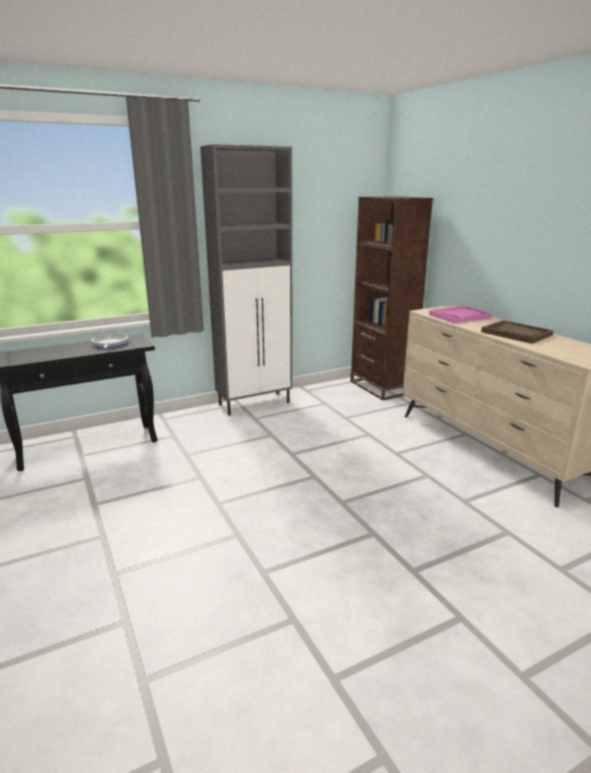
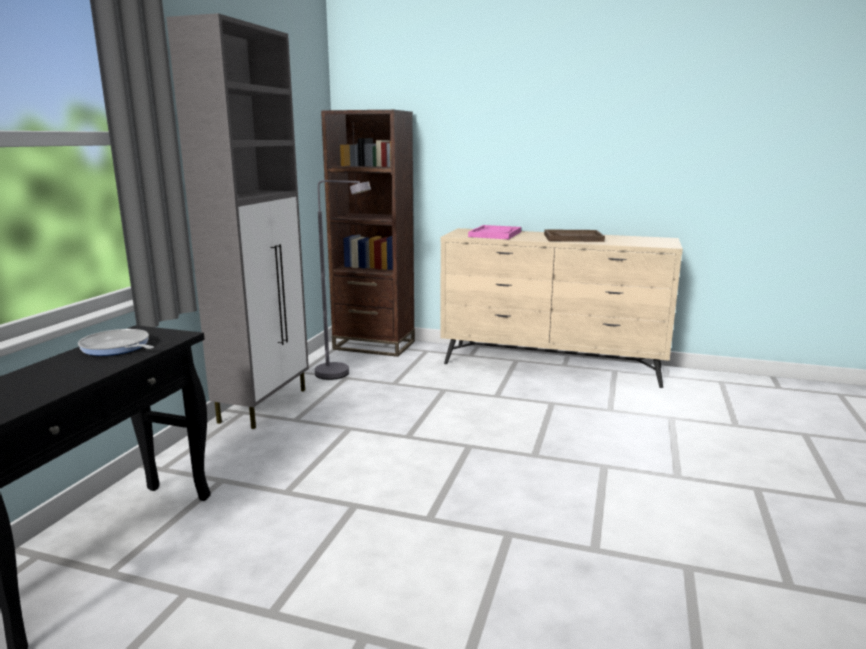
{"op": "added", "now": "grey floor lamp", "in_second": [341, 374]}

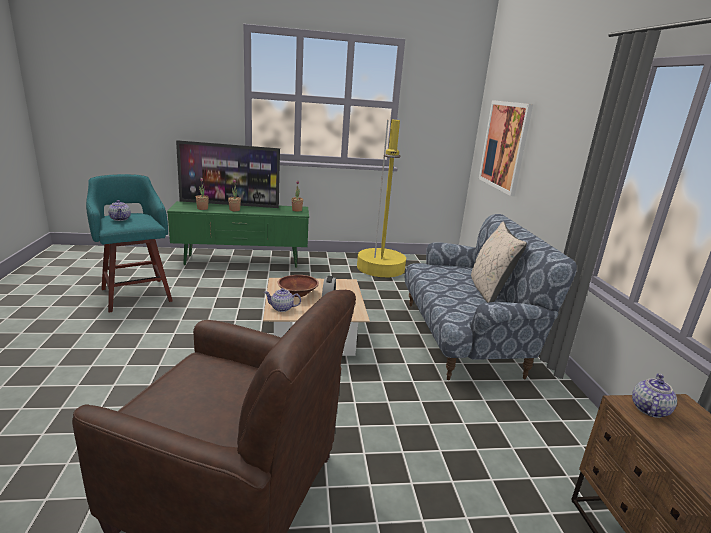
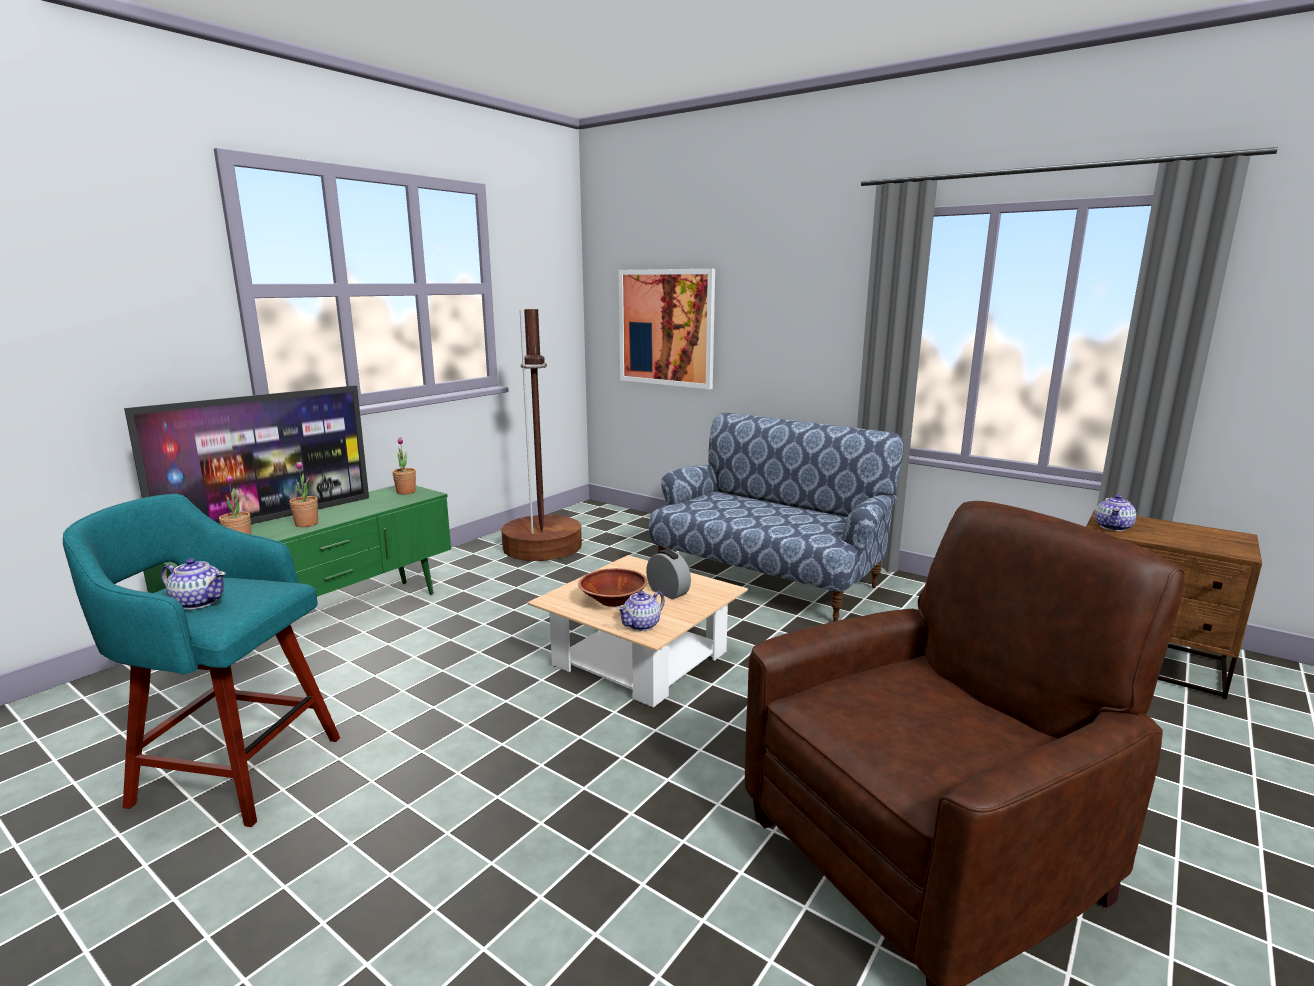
{"op": "recoloured", "was": "yellow floor lamp", "now": "brown floor lamp", "in_first": [381, 268], "in_second": [542, 547]}
{"op": "removed", "was": "beige pillow", "in_first": [488, 290]}
{"op": "turned", "was": "teapot", "in_first": [649, 409], "in_second": [1113, 527], "clockwise": -135}

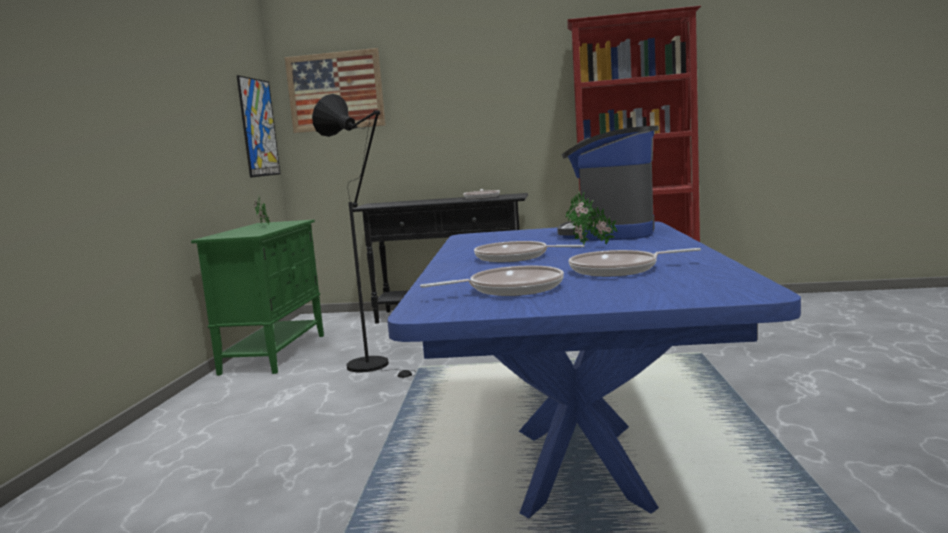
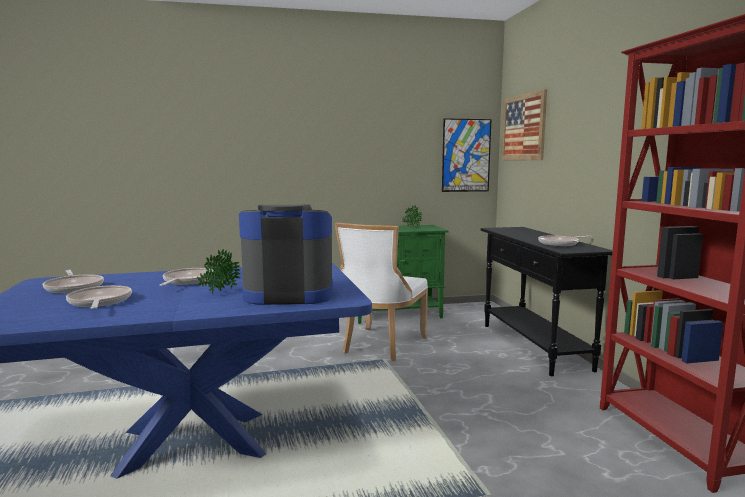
{"op": "replaced", "was": "black floor lamp", "now": "white chair", "in_first": [374, 366], "in_second": [381, 345]}

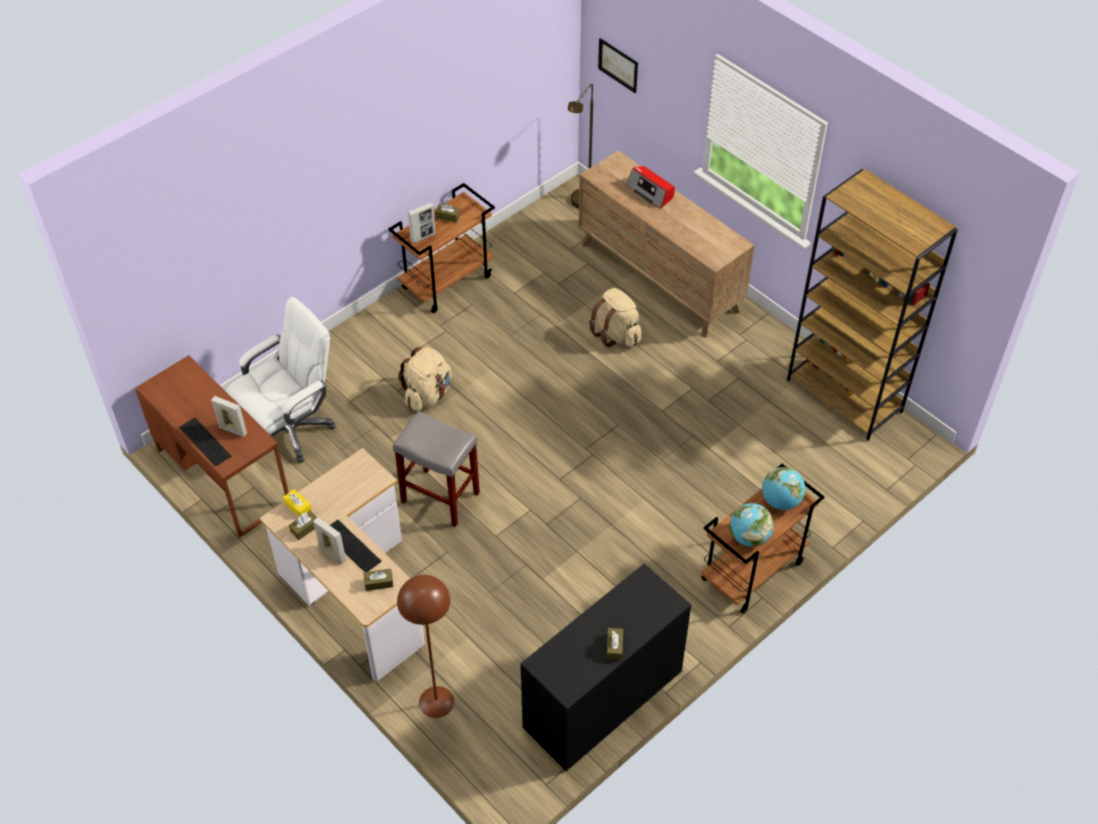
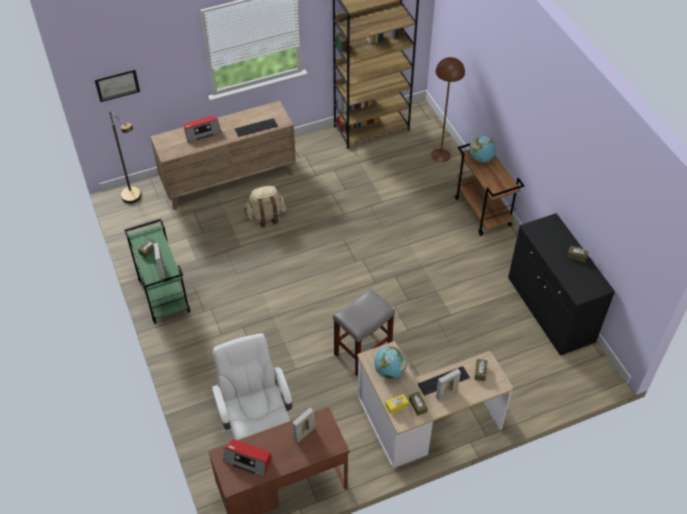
{"op": "recoloured", "was": "brown cart", "now": "green cart", "in_first": [447, 282], "in_second": [163, 295]}
{"op": "removed", "was": "beige backpack", "in_first": [428, 394]}
{"op": "moved", "was": "keyboard", "in_first": [205, 442], "in_second": [256, 127]}
{"op": "moved", "was": "globe", "in_first": [749, 537], "in_second": [389, 371]}
{"op": "moved", "was": "brown floor lamp", "in_first": [436, 702], "in_second": [440, 155]}
{"op": "added", "now": "radio", "in_second": [248, 460]}

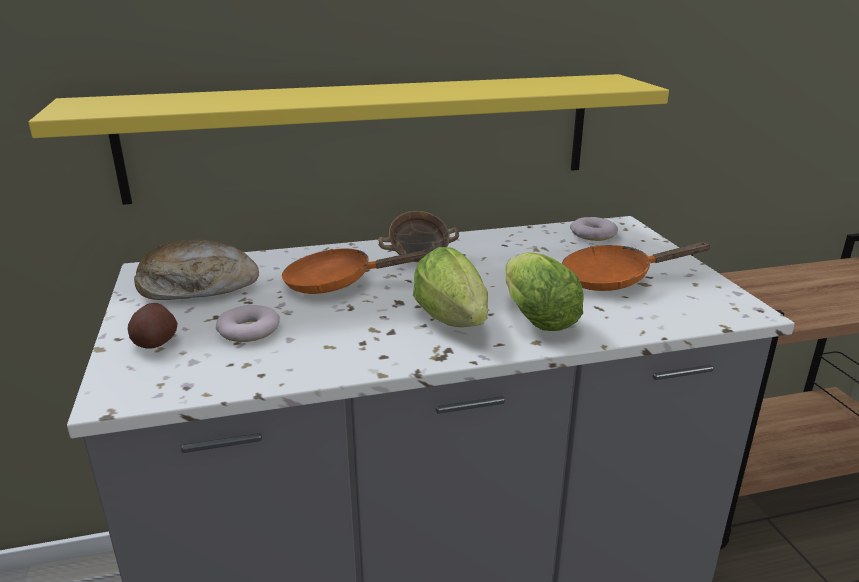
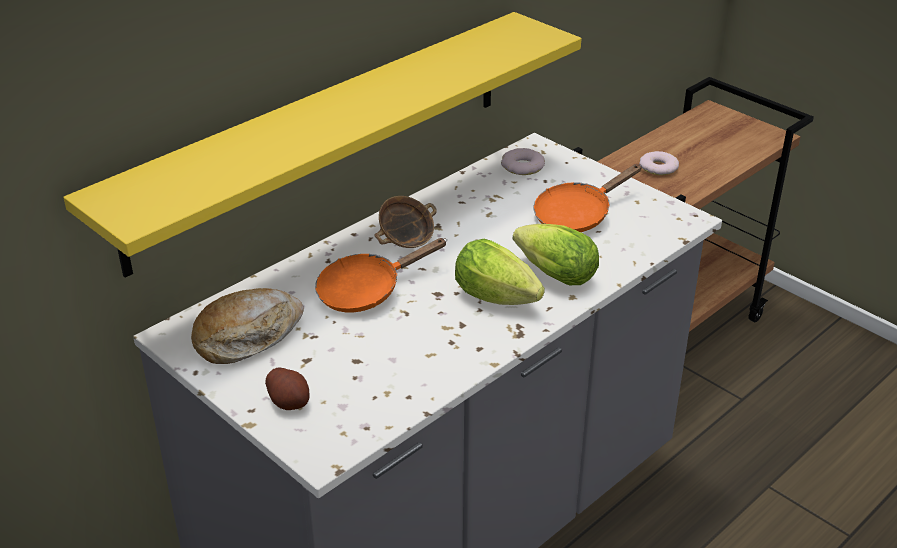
{"op": "moved", "was": "donut", "in_first": [248, 330], "in_second": [658, 167]}

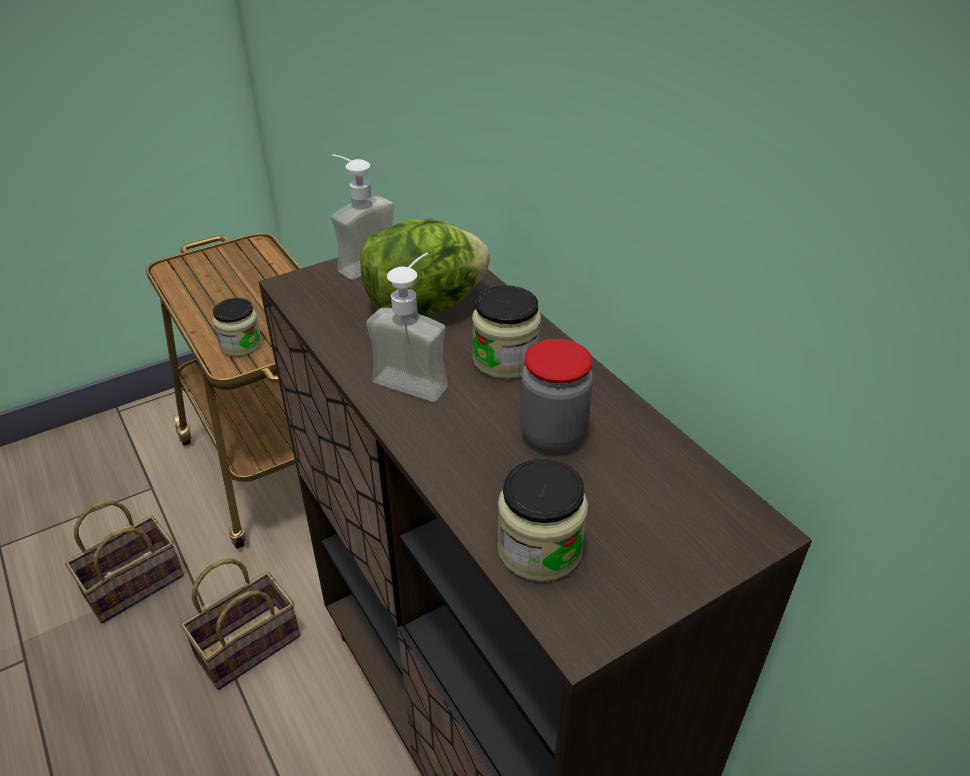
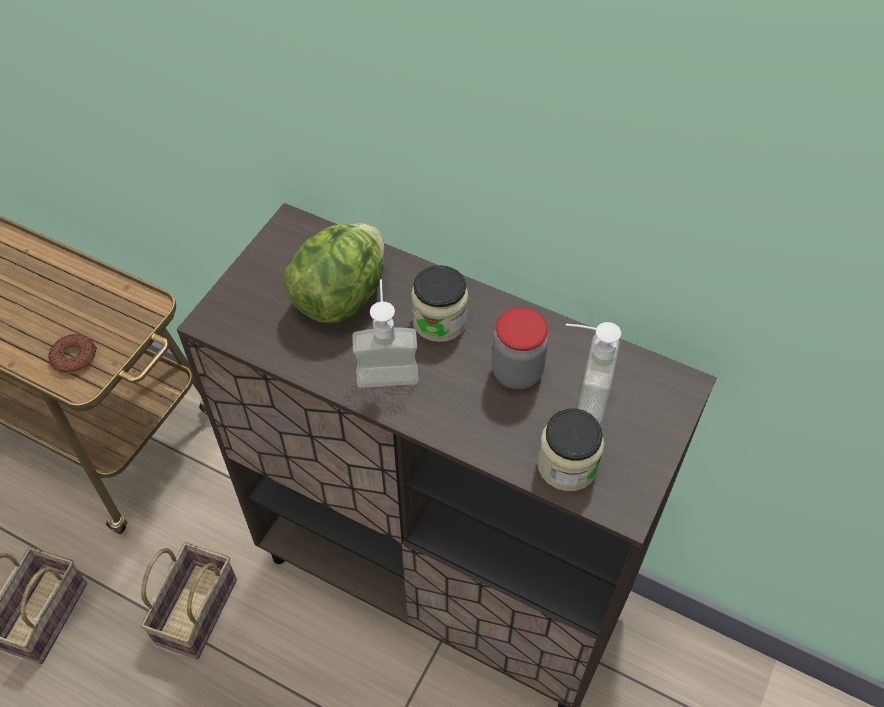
{"op": "moved", "was": "soap dispenser", "in_first": [360, 260], "in_second": [580, 394]}
{"op": "replaced", "was": "jar", "now": "donut", "in_first": [241, 344], "in_second": [74, 357]}

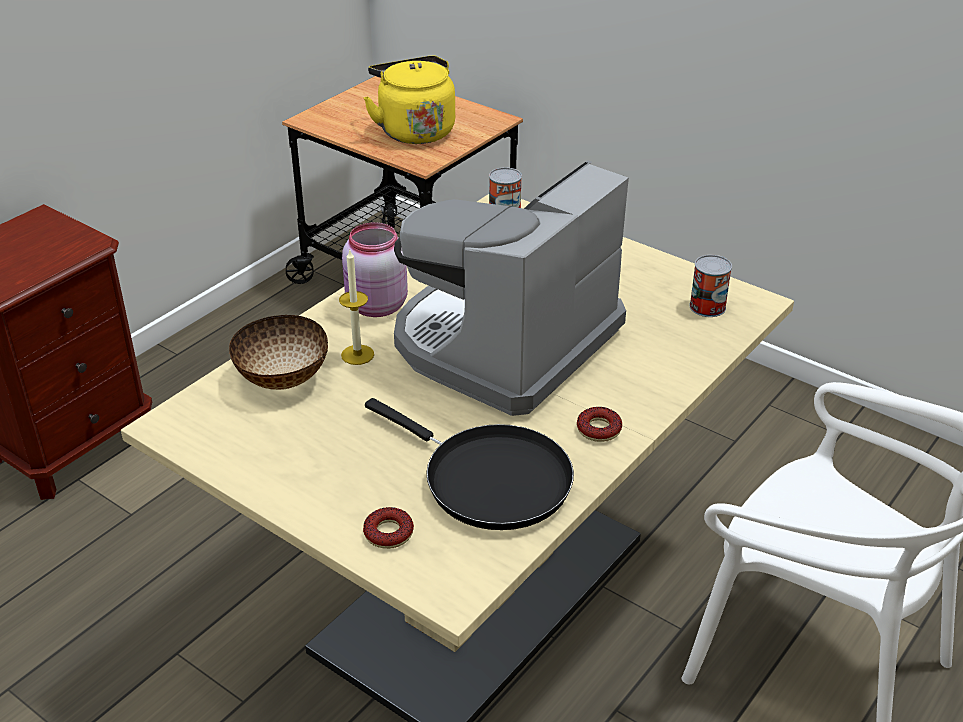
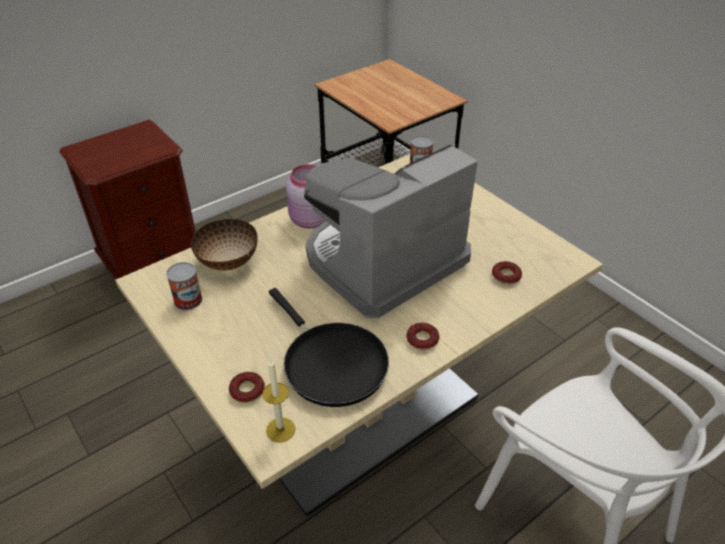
{"op": "removed", "was": "yellow kettle", "in_first": [414, 130]}
{"op": "moved", "was": "candle", "in_first": [357, 355], "in_second": [280, 430]}
{"op": "moved", "was": "can", "in_first": [707, 307], "in_second": [188, 300]}
{"op": "added", "now": "donut", "in_second": [506, 276]}

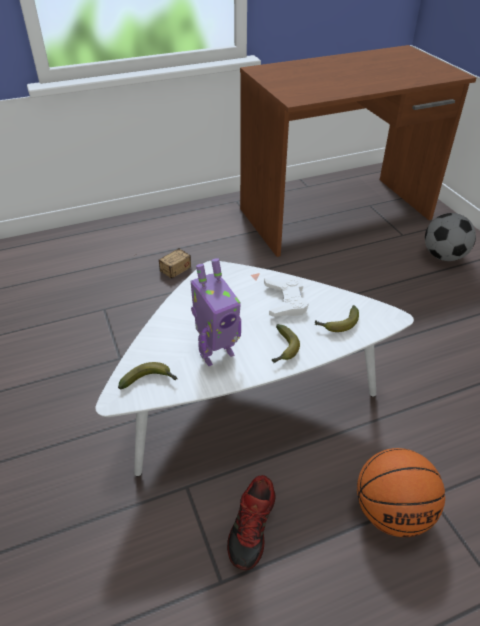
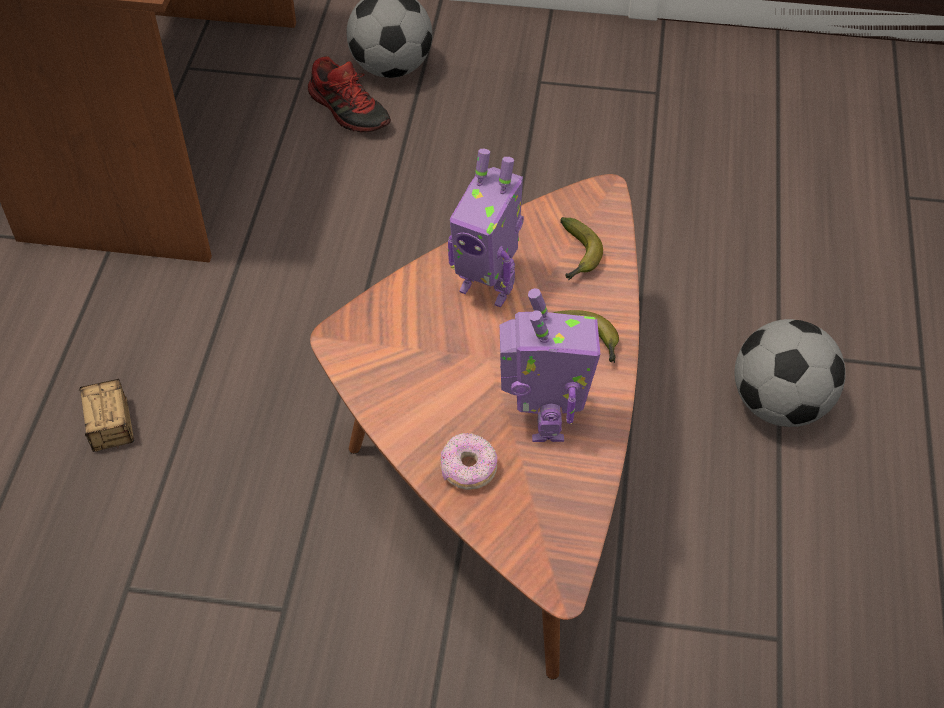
{"op": "recoloured", "was": "white coffee table", "now": "brown coffee table", "in_first": [246, 399], "in_second": [503, 467]}
{"op": "replaced", "was": "white game controller", "now": "toy robot", "in_first": [285, 301], "in_second": [487, 287]}
{"op": "removed", "was": "banana", "in_first": [150, 380]}
{"op": "replaced", "was": "basketball", "now": "football", "in_first": [392, 512], "in_second": [779, 403]}
{"op": "moved", "was": "shoe", "in_first": [253, 527], "in_second": [350, 110]}
{"op": "added", "now": "donut", "in_second": [468, 469]}

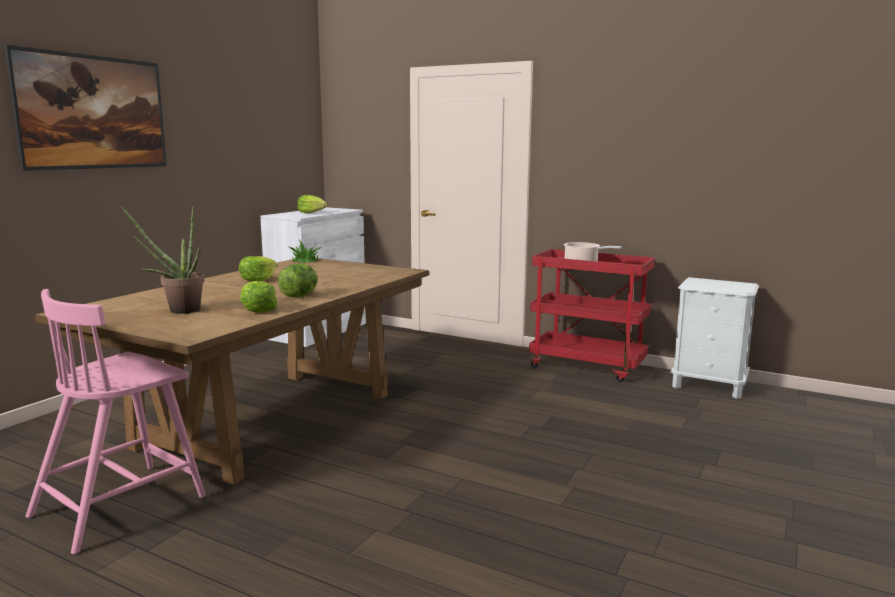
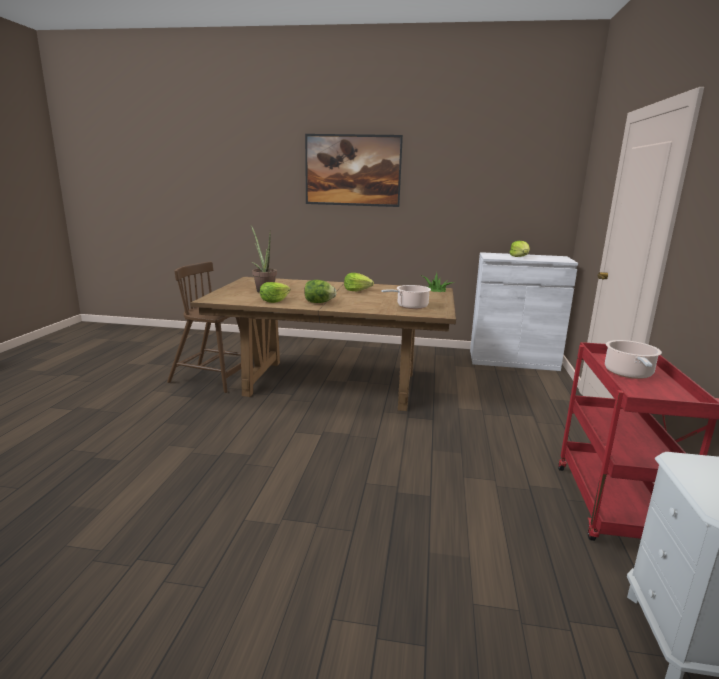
{"op": "recoloured", "was": "pink chair", "now": "brown chair", "in_first": [121, 504], "in_second": [213, 378]}
{"op": "added", "now": "cooking pot", "in_second": [410, 306]}

